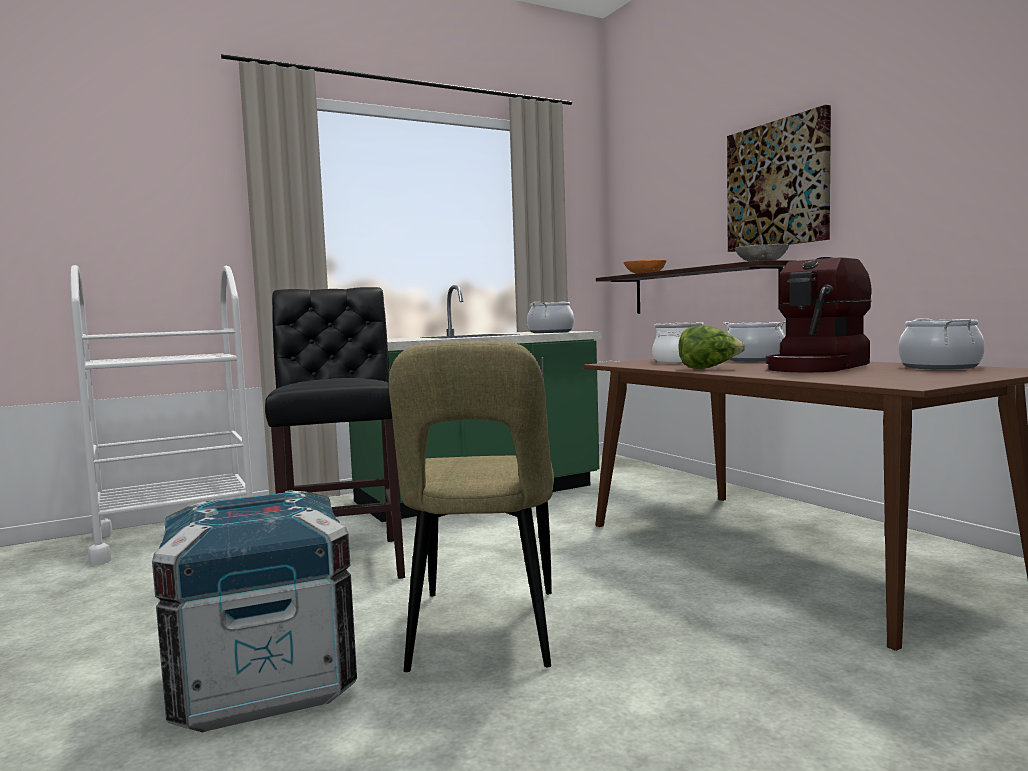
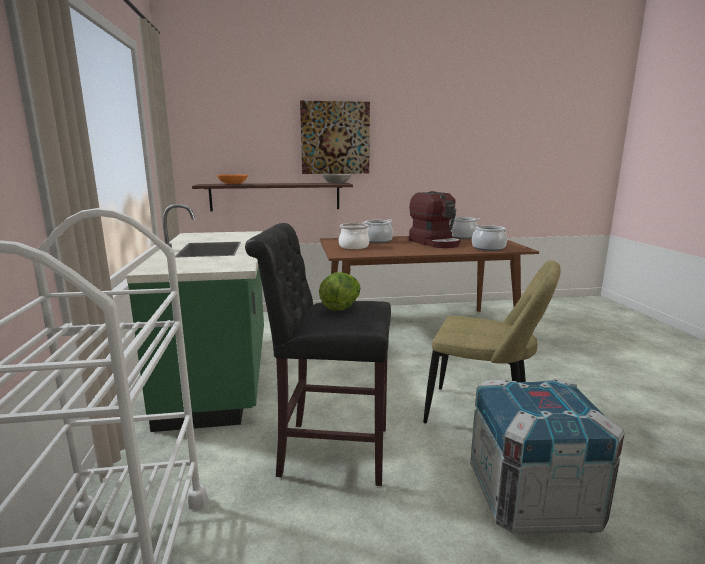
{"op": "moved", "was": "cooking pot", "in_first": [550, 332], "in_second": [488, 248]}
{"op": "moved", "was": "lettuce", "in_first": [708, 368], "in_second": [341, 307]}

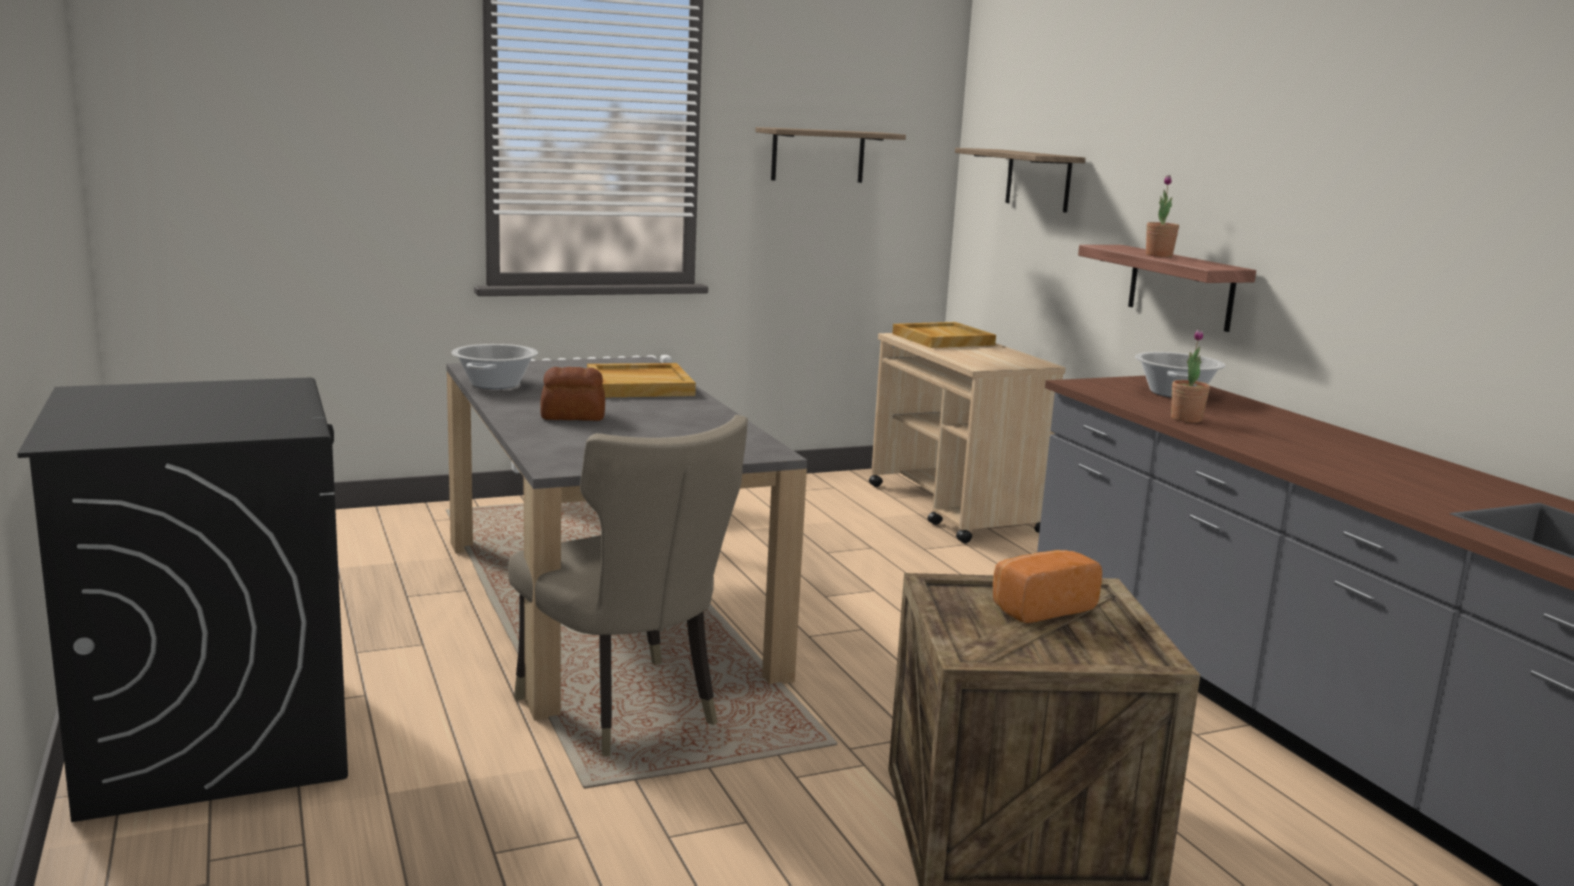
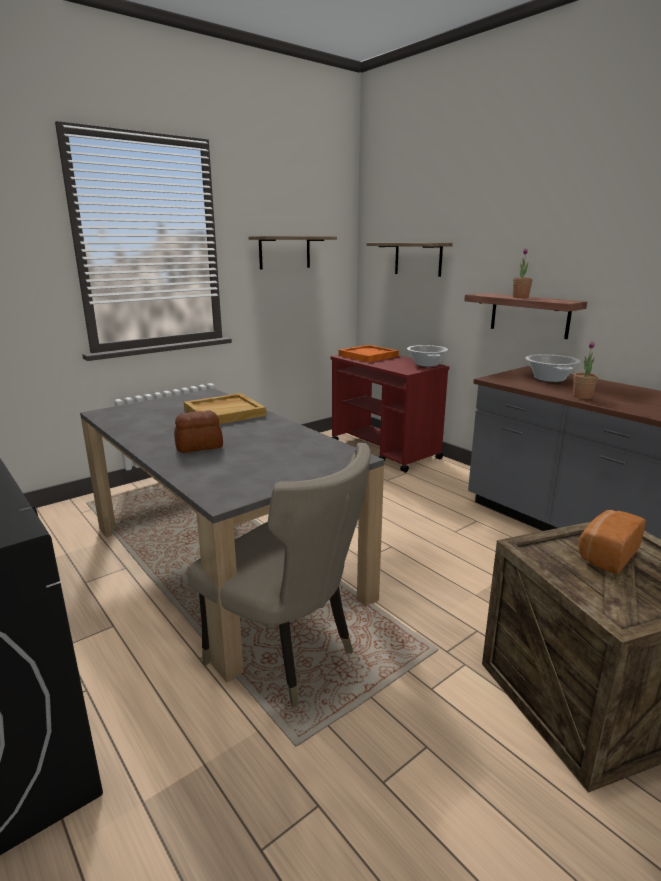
{"op": "recoloured", "was": "beige tray", "now": "orange tray", "in_first": [942, 339], "in_second": [367, 356]}
{"op": "recoloured", "was": "beige cart", "now": "red cart", "in_first": [954, 509], "in_second": [385, 450]}
{"op": "moved", "was": "cooking pot", "in_first": [496, 384], "in_second": [426, 364]}

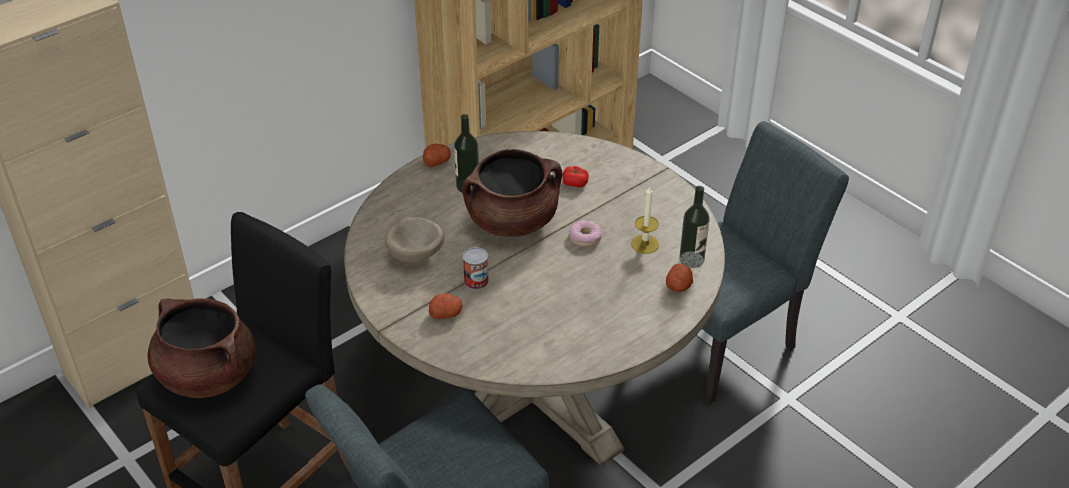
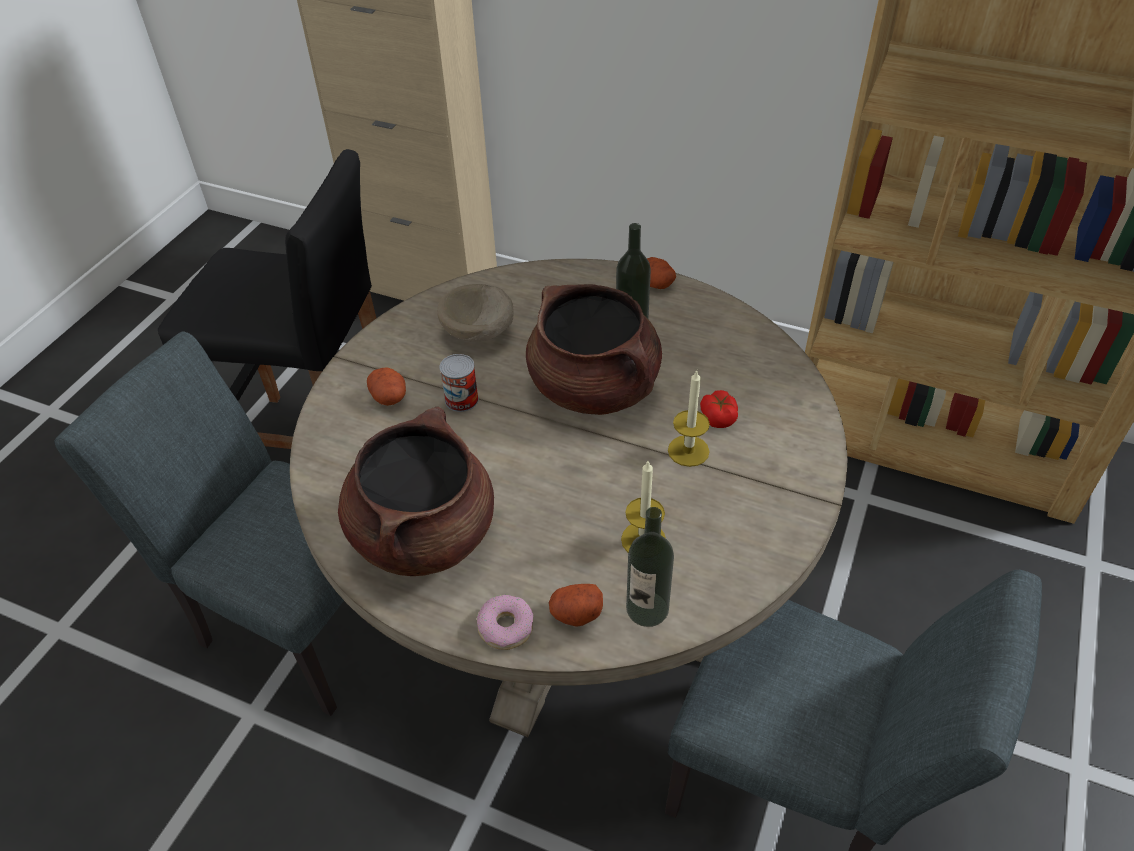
{"op": "moved", "was": "donut", "in_first": [585, 238], "in_second": [505, 627]}
{"op": "moved", "was": "brown cooking pot", "in_first": [207, 375], "in_second": [424, 534]}
{"op": "added", "now": "candle", "in_second": [688, 451]}

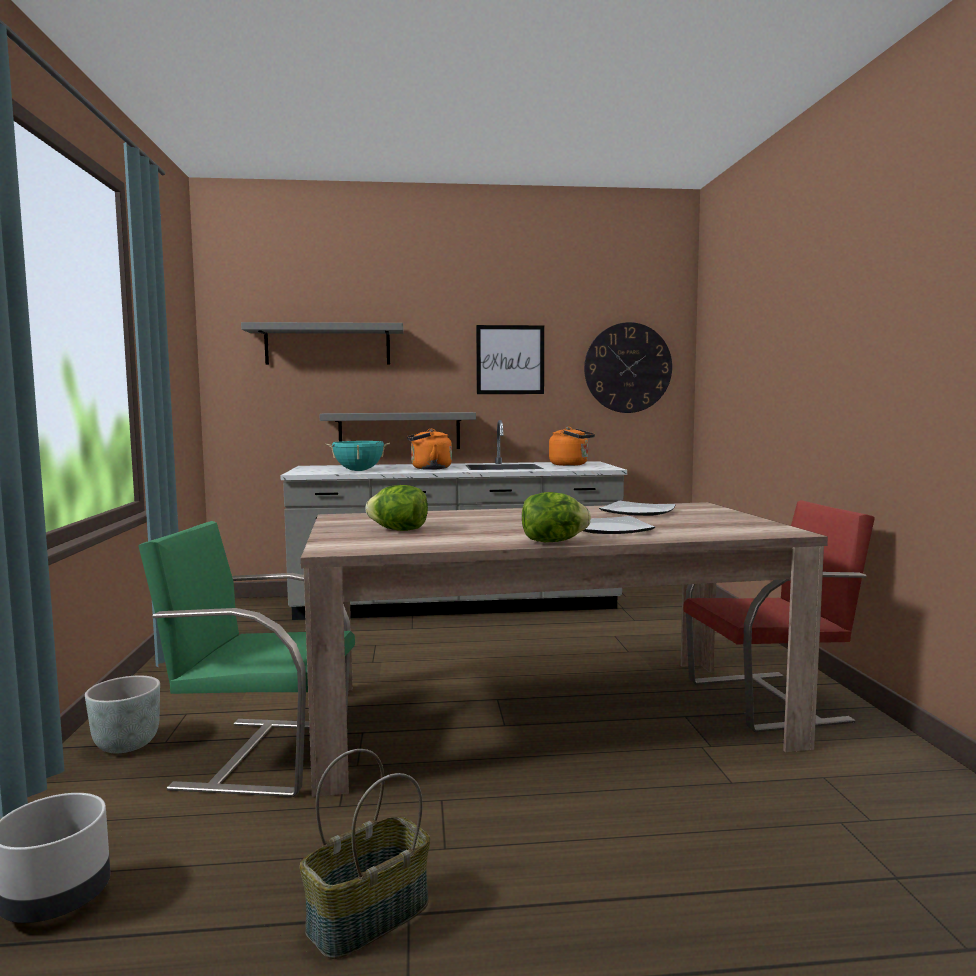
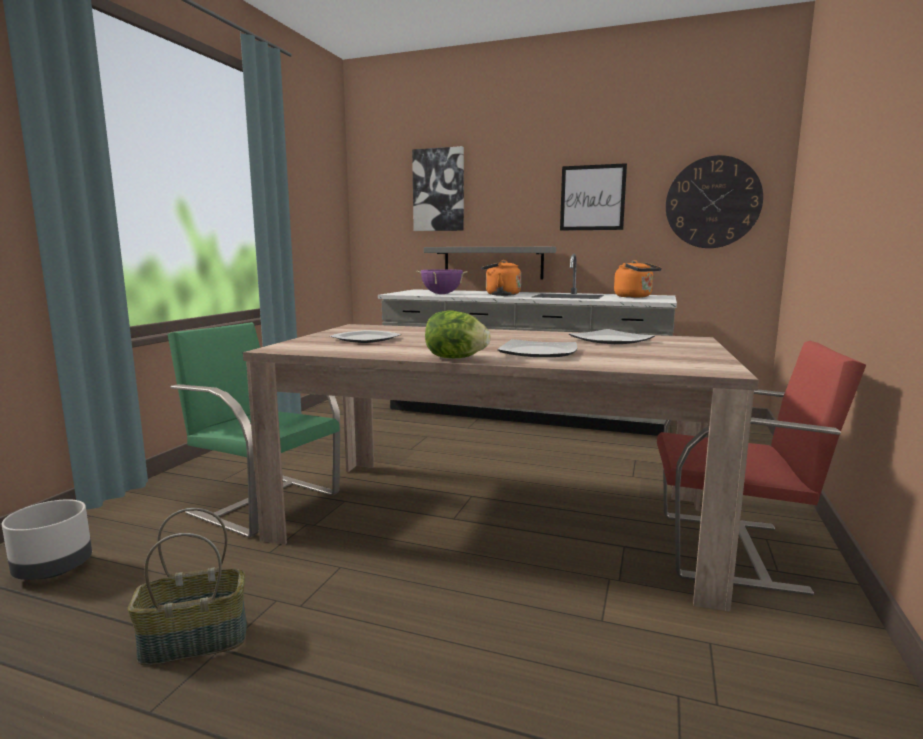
{"op": "replaced", "was": "grey shelf", "now": "picture", "in_first": [327, 345], "in_second": [438, 190]}
{"op": "recoloured", "was": "turquoise cooking pot", "now": "purple cooking pot", "in_first": [359, 470], "in_second": [442, 294]}
{"op": "replaced", "was": "lettuce", "now": "plate", "in_first": [399, 530], "in_second": [366, 339]}
{"op": "removed", "was": "grey planter", "in_first": [126, 745]}

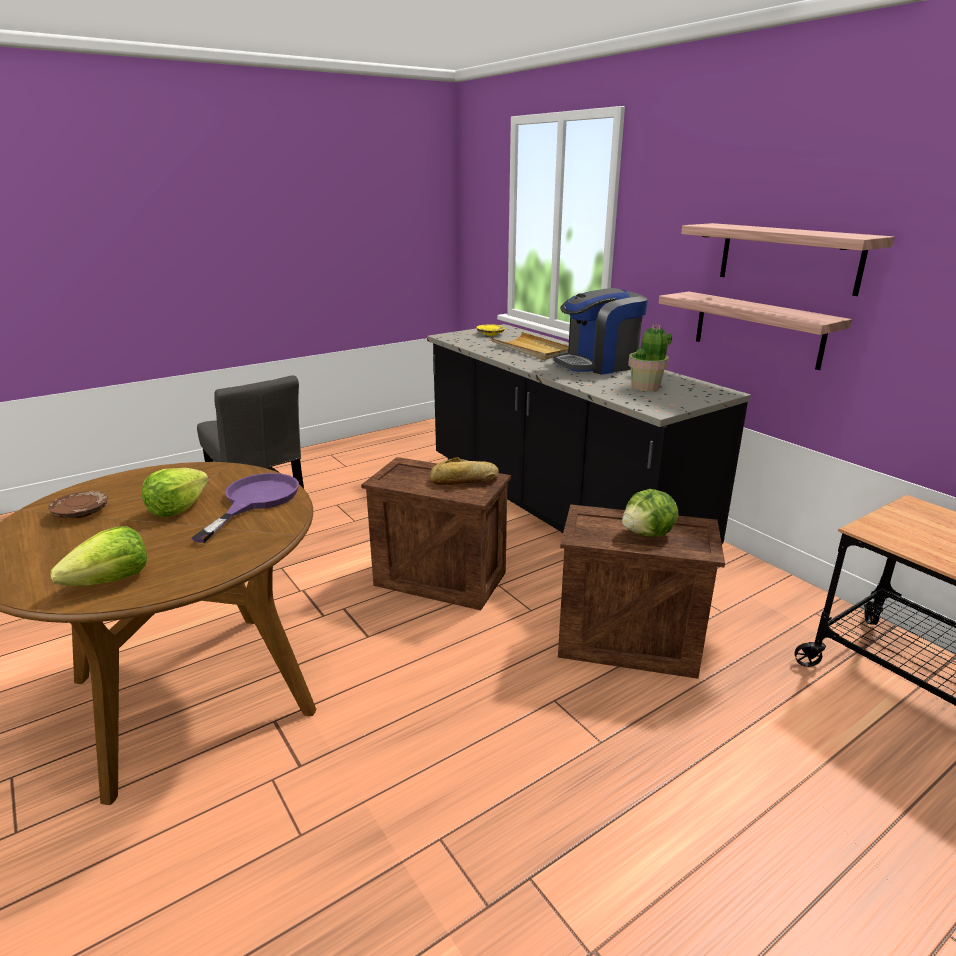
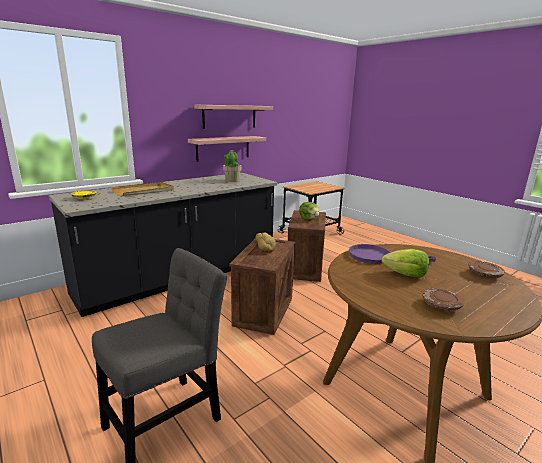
{"op": "removed", "was": "coffee machine", "in_first": [598, 364]}
{"op": "replaced", "was": "lettuce", "now": "brown plate", "in_first": [111, 580], "in_second": [484, 274]}

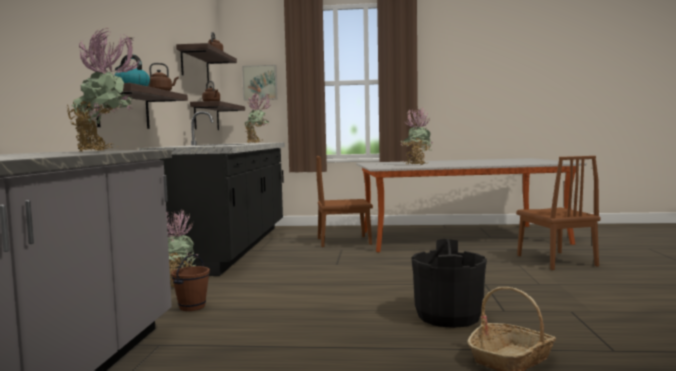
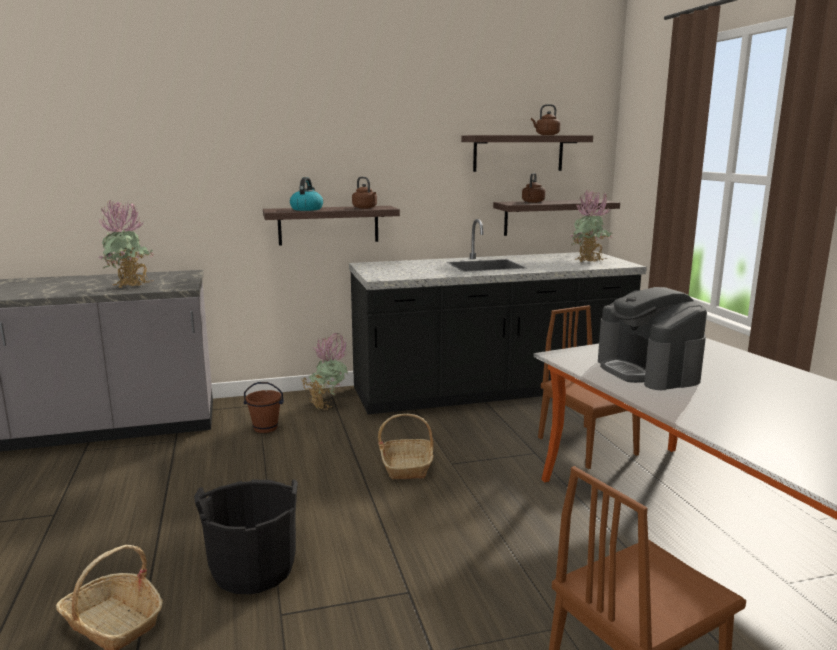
{"op": "removed", "was": "picture", "in_first": [260, 82]}
{"op": "replaced", "was": "potted plant", "now": "coffee machine", "in_first": [416, 164], "in_second": [648, 371]}
{"op": "added", "now": "basket", "in_second": [407, 466]}

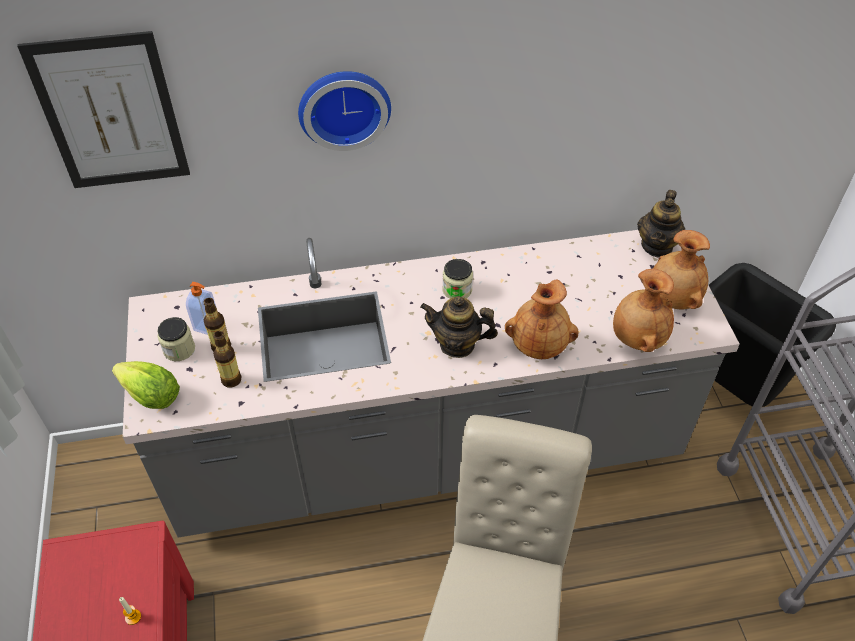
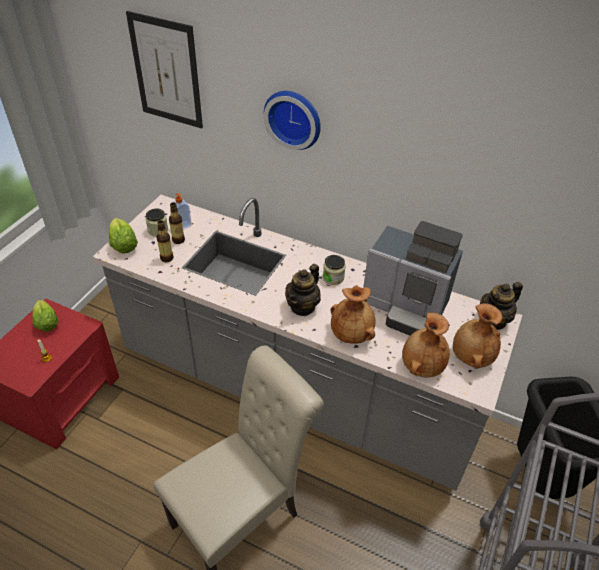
{"op": "turned", "was": "teapot", "in_first": [457, 344], "in_second": [303, 306], "clockwise": -105}
{"op": "added", "now": "coffee machine", "in_second": [406, 308]}
{"op": "added", "now": "lettuce", "in_second": [46, 322]}

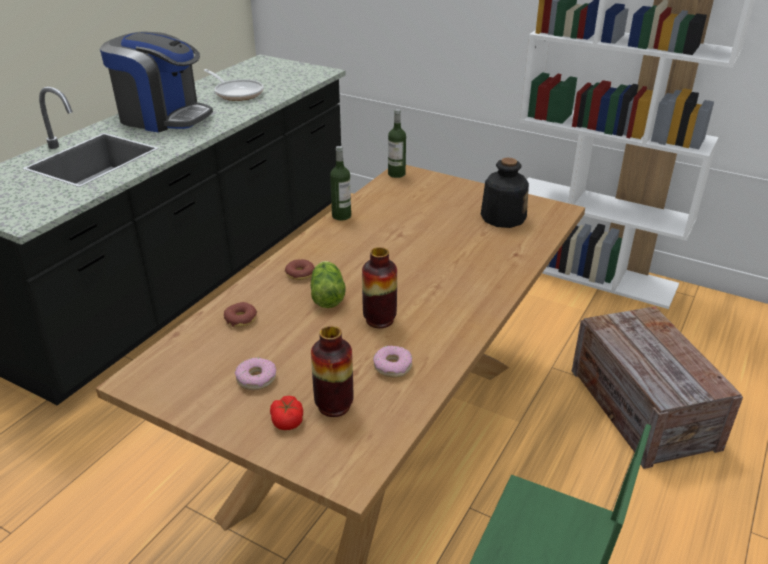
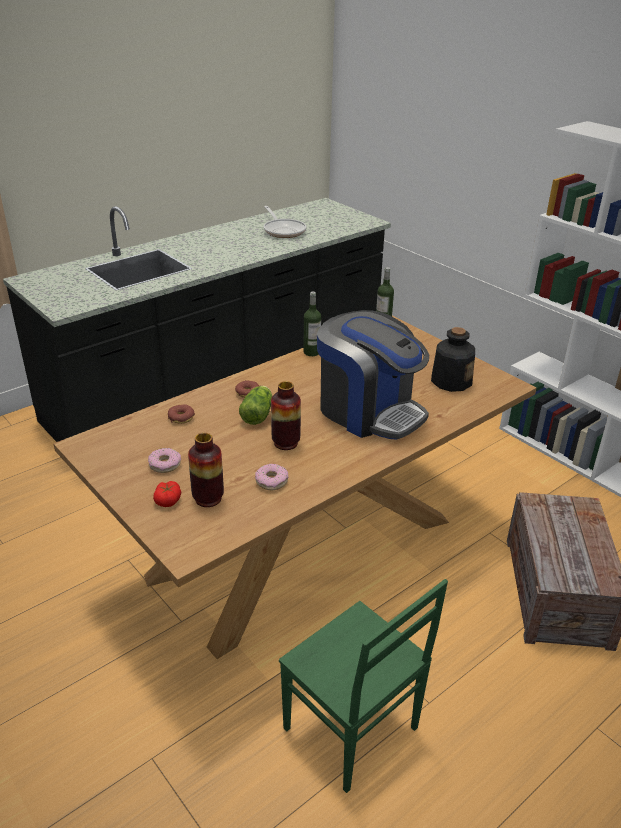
{"op": "moved", "was": "coffee machine", "in_first": [163, 117], "in_second": [369, 411]}

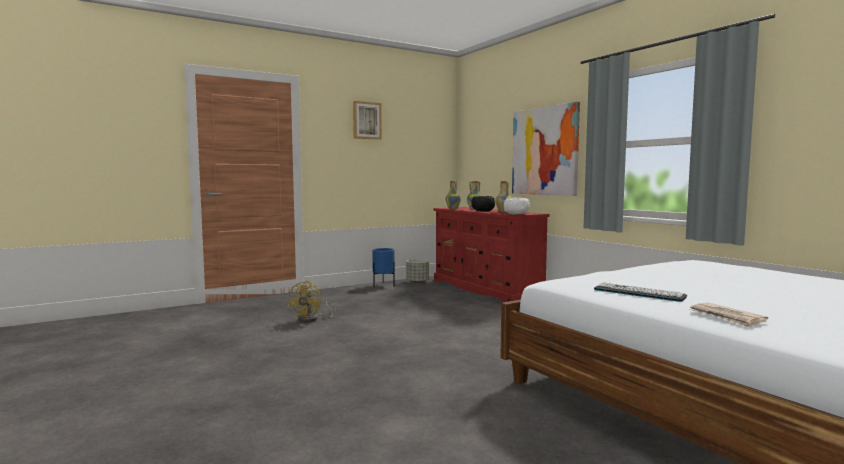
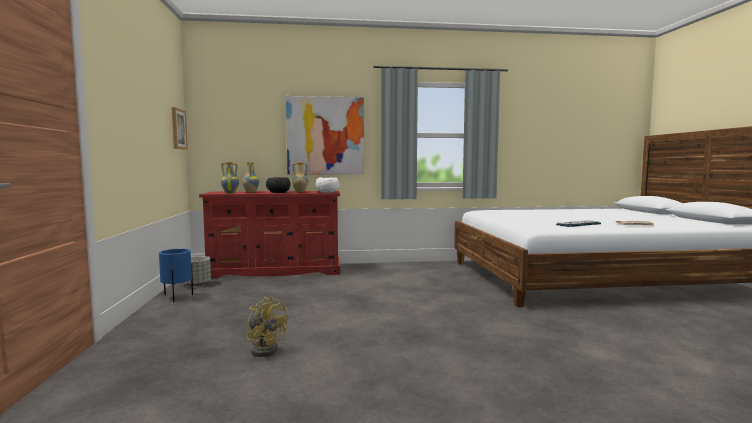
{"op": "moved", "was": "picture", "in_first": [367, 120], "in_second": [178, 129]}

